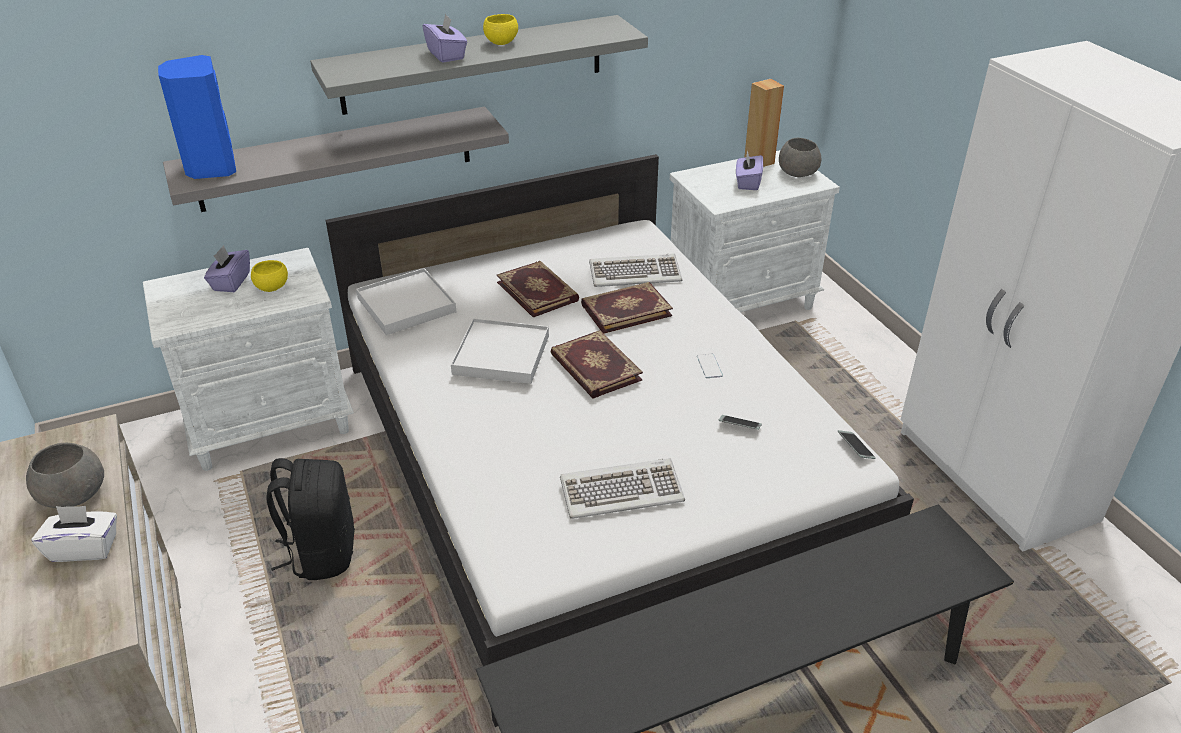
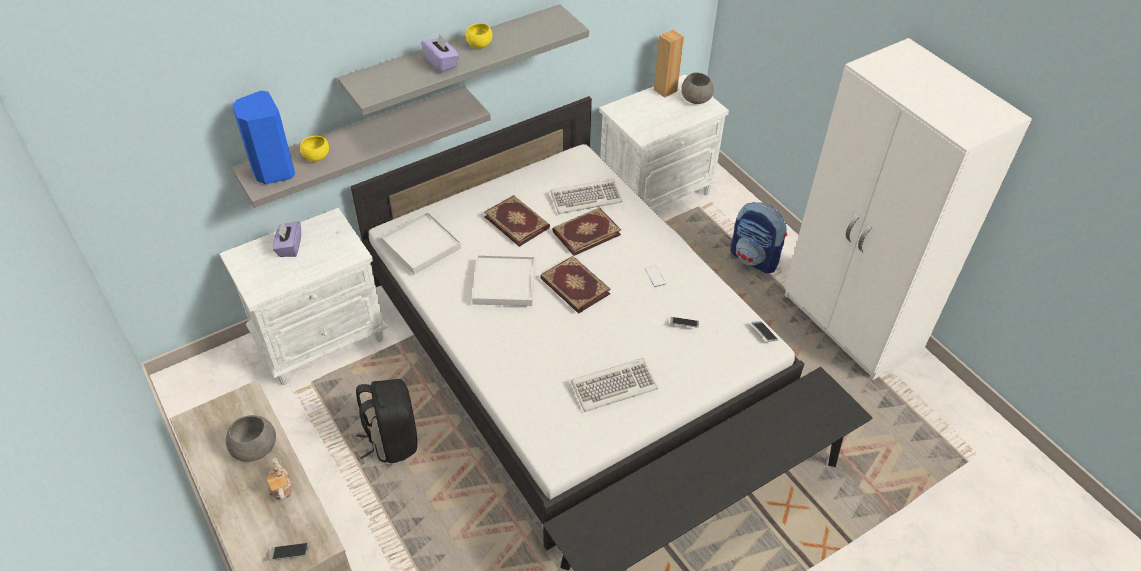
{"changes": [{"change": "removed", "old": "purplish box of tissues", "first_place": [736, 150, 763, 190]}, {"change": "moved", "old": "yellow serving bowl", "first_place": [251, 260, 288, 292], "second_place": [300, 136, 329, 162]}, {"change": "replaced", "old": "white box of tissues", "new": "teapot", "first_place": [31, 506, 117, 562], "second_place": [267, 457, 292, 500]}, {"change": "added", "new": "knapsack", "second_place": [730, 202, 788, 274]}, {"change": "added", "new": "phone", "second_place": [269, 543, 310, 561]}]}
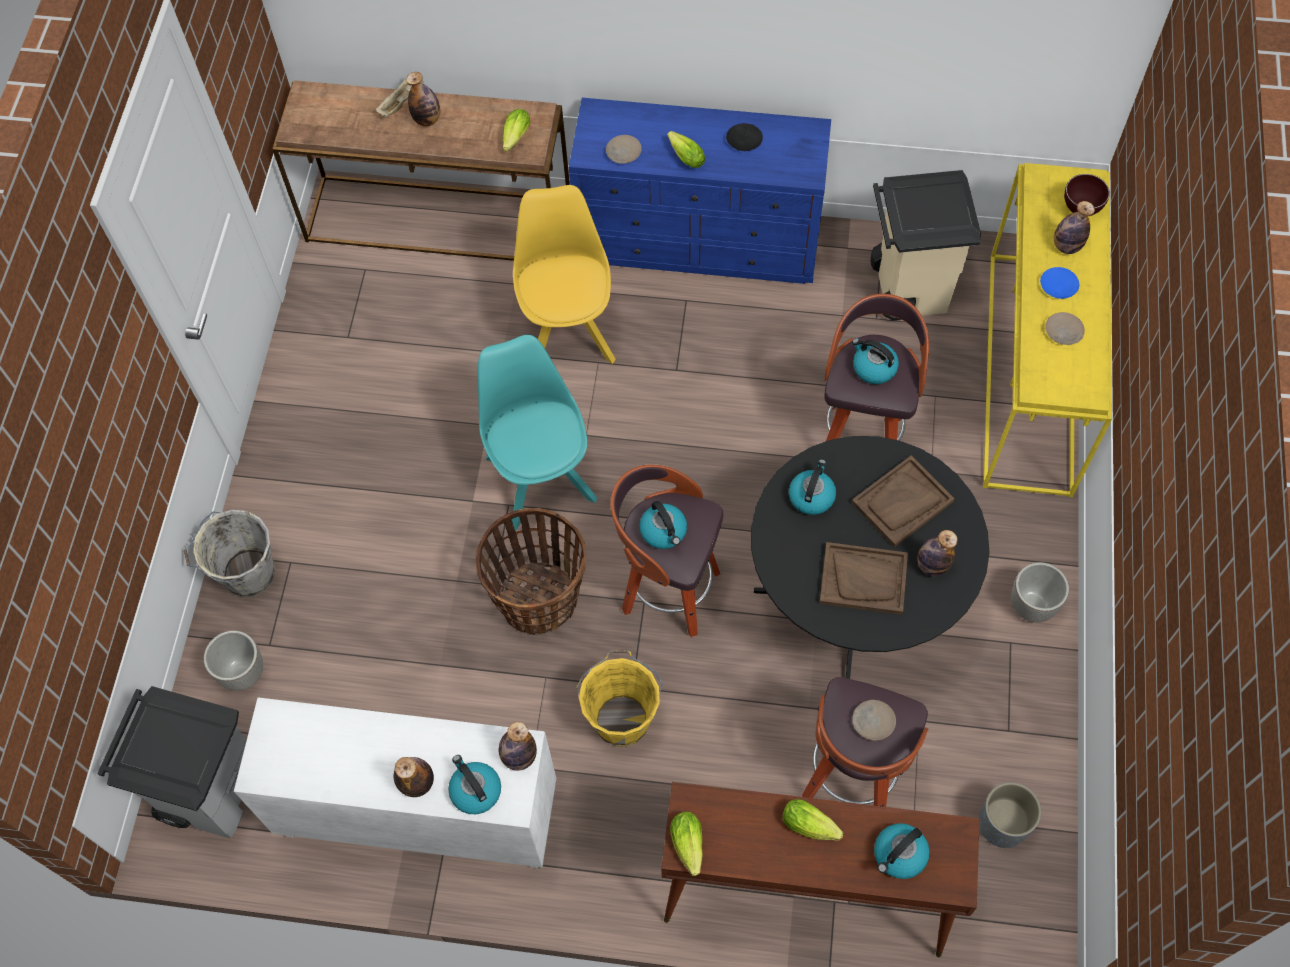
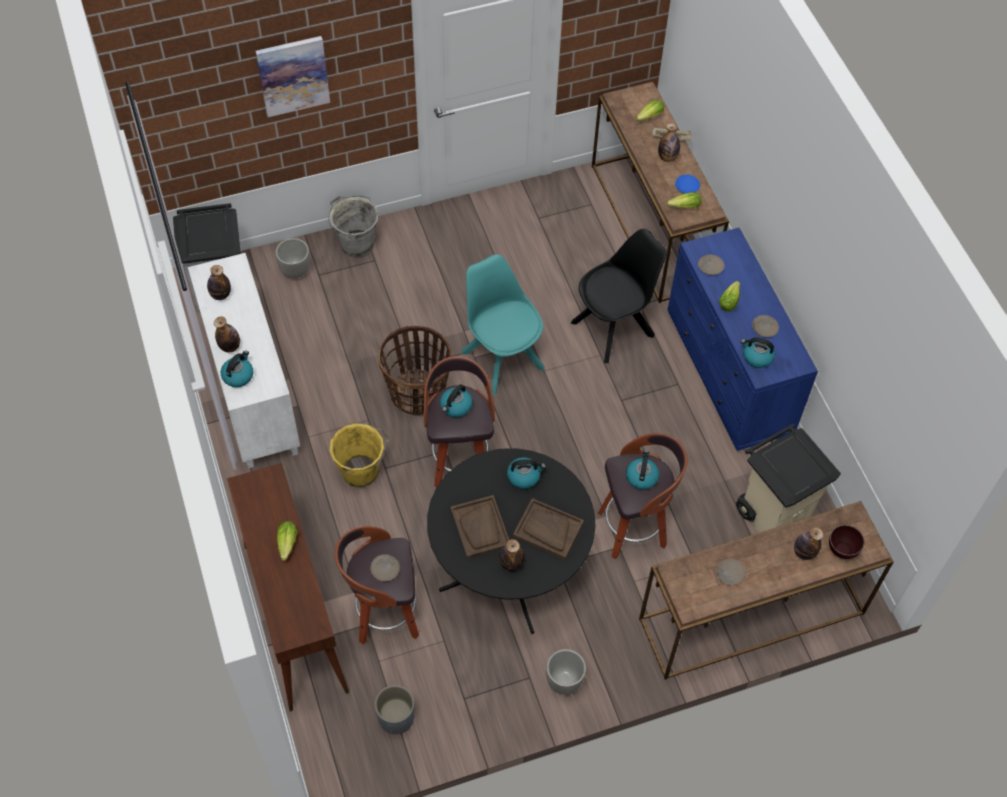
{"changes": [{"change": "recoloured", "old": "black-coloured plate", "new": "beige-coloured plate", "first_place": [726, 123, 763, 151], "second_place": [752, 315, 779, 337]}, {"change": "recoloured", "old": "yellow narrow table", "new": "brown narrow table", "first_place": [983, 163, 1112, 497], "second_place": [639, 501, 893, 680]}, {"change": "recoloured", "old": "yellow upright chair", "new": "black-coloured upright chair", "first_place": [513, 185, 616, 364], "second_place": [571, 229, 666, 363]}, {"change": "moved", "old": "blue-coloured plate", "first_place": [1040, 267, 1080, 299], "second_place": [675, 174, 700, 193]}, {"change": "turned", "old": "turquoise-coloured upright chair", "first_place": [478, 335, 597, 530], "second_place": [461, 254, 545, 396], "degrees": -75}, {"change": "moved", "old": "drink bottle", "first_place": [499, 722, 537, 771], "second_place": [207, 265, 231, 300]}, {"change": "moved", "old": "lettuce head", "first_place": [670, 812, 703, 876], "second_place": [636, 100, 664, 121]}, {"change": "moved", "old": "tea kettle", "first_place": [874, 823, 930, 879], "second_place": [741, 337, 775, 368]}, {"change": "added", "new": "picture", "second_place": [256, 36, 330, 117]}]}
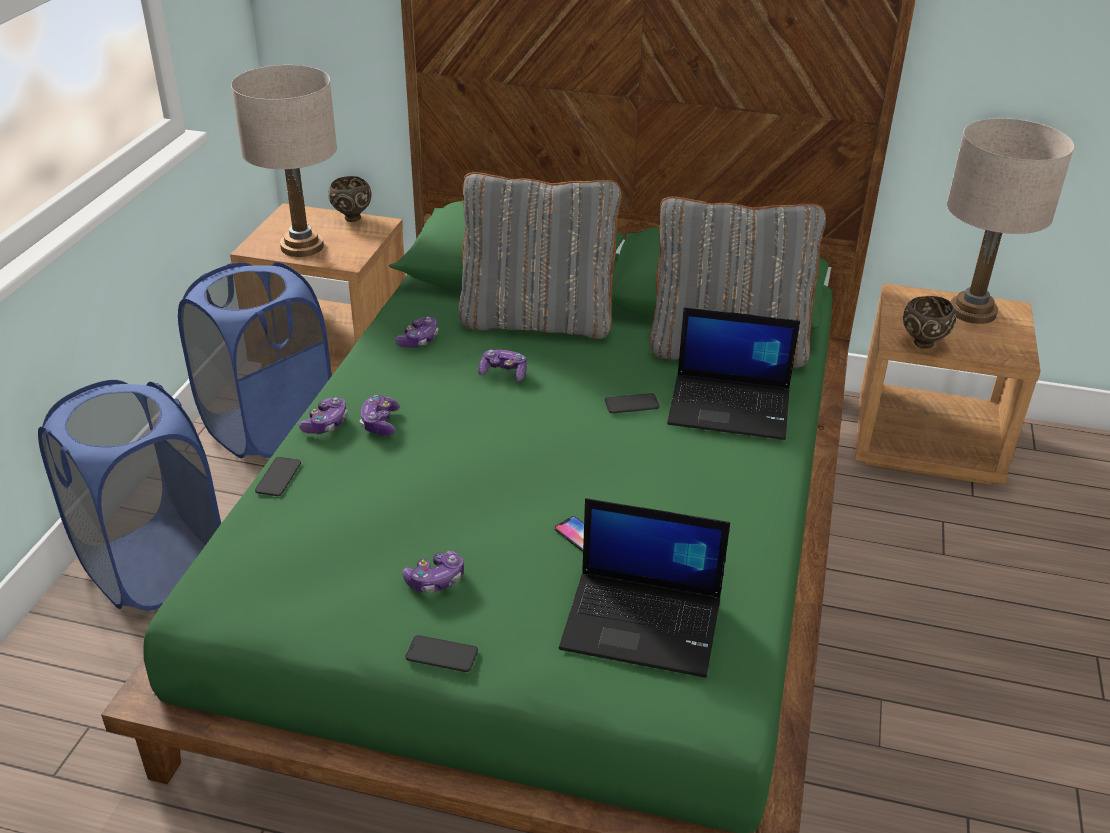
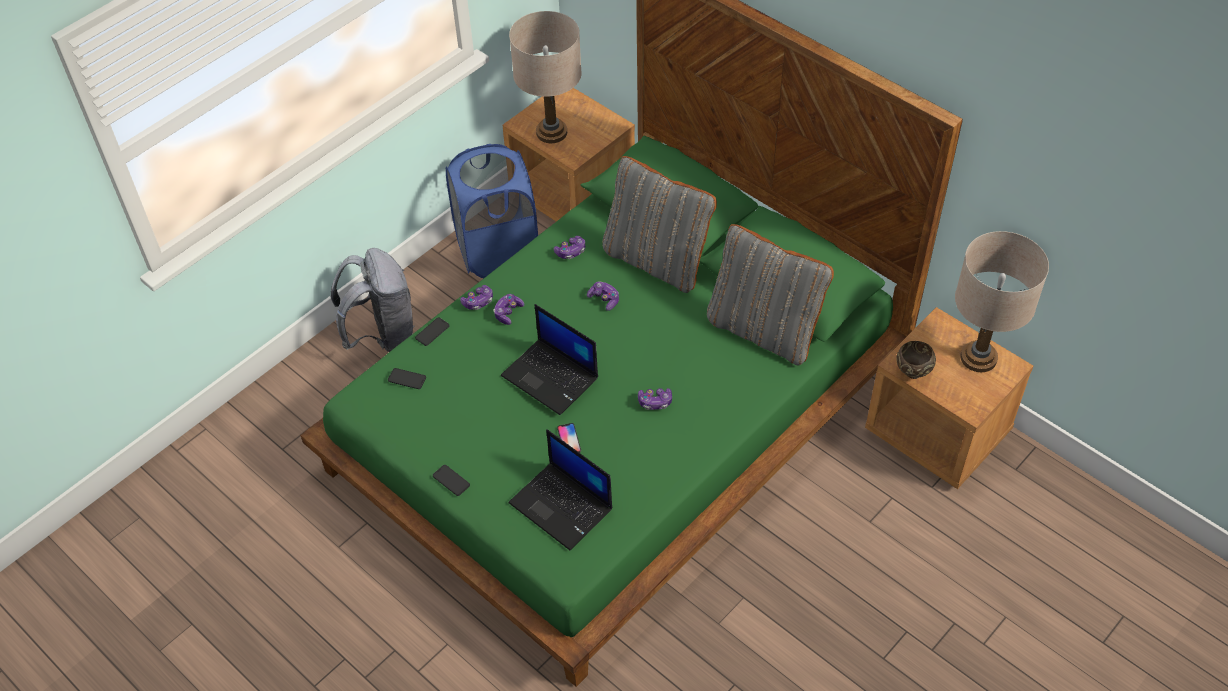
{"changes": [{"change": "removed", "old": "brown serving bowl", "first_place": [328, 176, 371, 222]}, {"change": "moved", "old": "portable computer", "first_place": [667, 307, 800, 440], "second_place": [501, 304, 598, 415]}, {"change": "replaced", "old": "blue-coloured laundry basket", "new": "greyish knapsack", "first_place": [38, 380, 221, 611], "second_place": [331, 248, 415, 352]}, {"change": "moved", "old": "phone", "first_place": [605, 393, 660, 413], "second_place": [388, 368, 426, 389]}, {"change": "moved", "old": "joypad", "first_place": [402, 551, 464, 593], "second_place": [638, 388, 672, 410]}]}
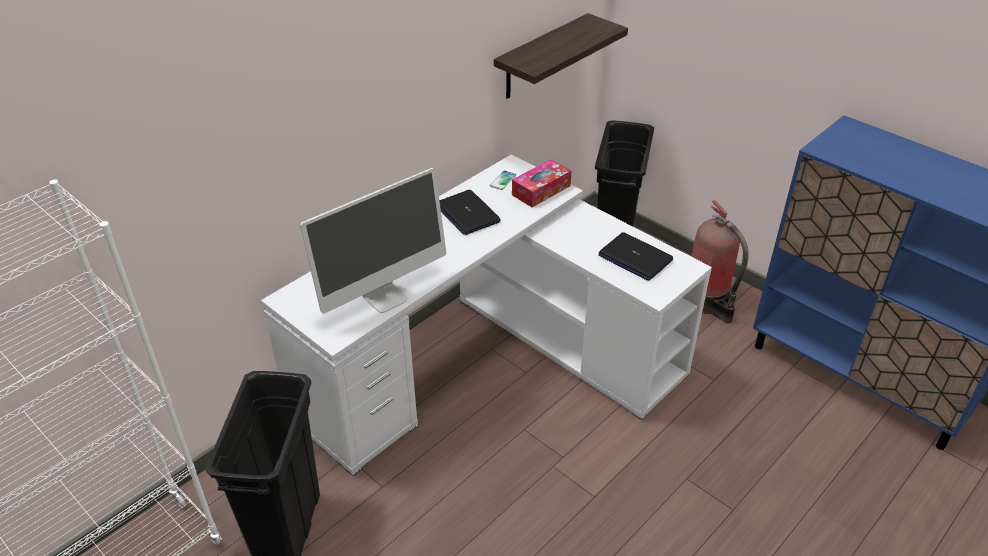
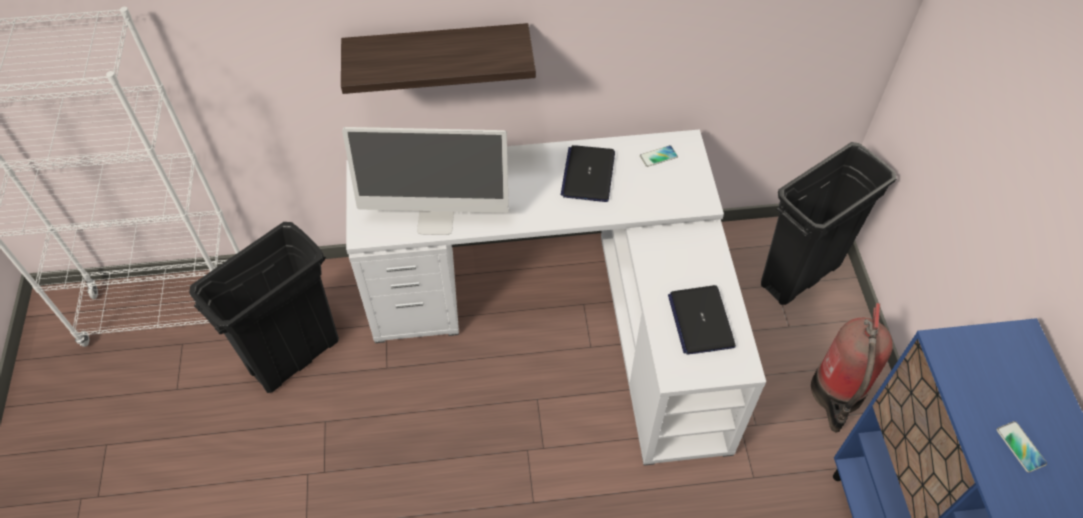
{"changes": [{"change": "moved", "old": "wall shelf", "first_place": [494, 13, 628, 99], "second_place": [341, 23, 536, 94]}, {"change": "removed", "old": "box of tissues", "first_place": [512, 159, 571, 207]}, {"change": "added", "new": "phone", "second_place": [997, 421, 1047, 473]}]}
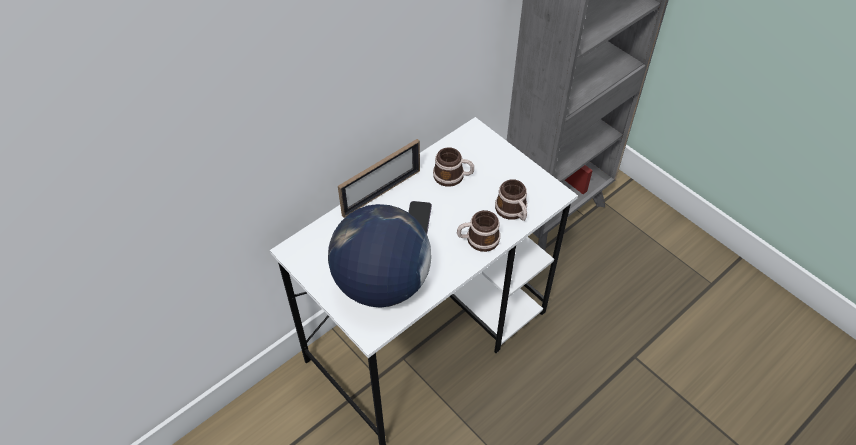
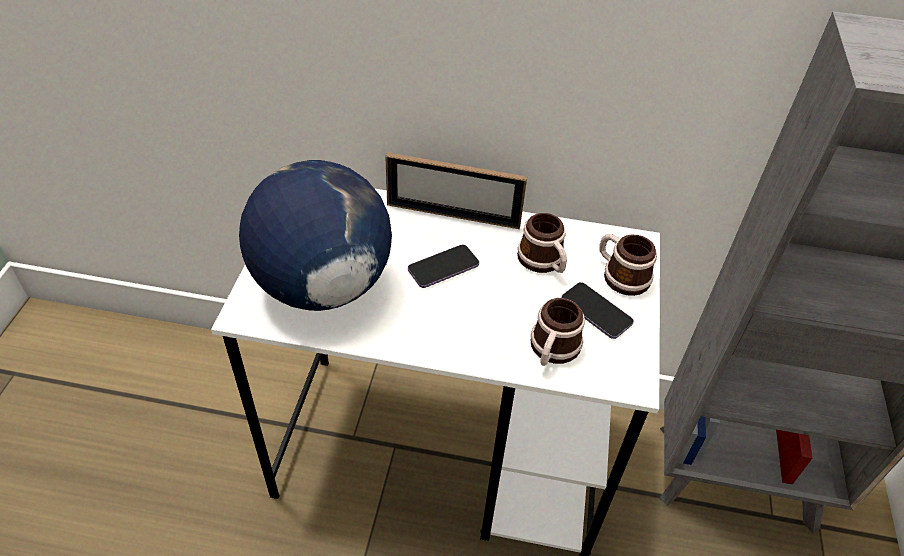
{"changes": [{"change": "moved", "old": "coffee mug", "first_place": [457, 210, 500, 252], "second_place": [599, 234, 657, 296]}, {"change": "added", "new": "phone", "second_place": [561, 282, 634, 339]}]}
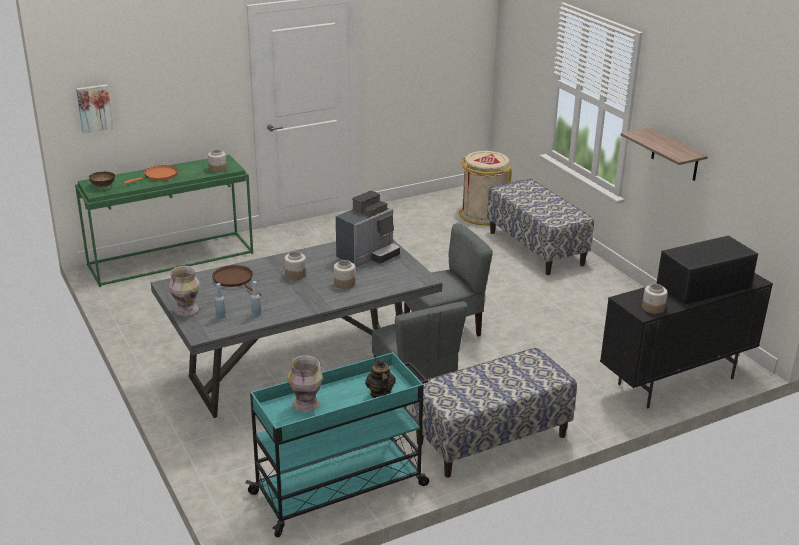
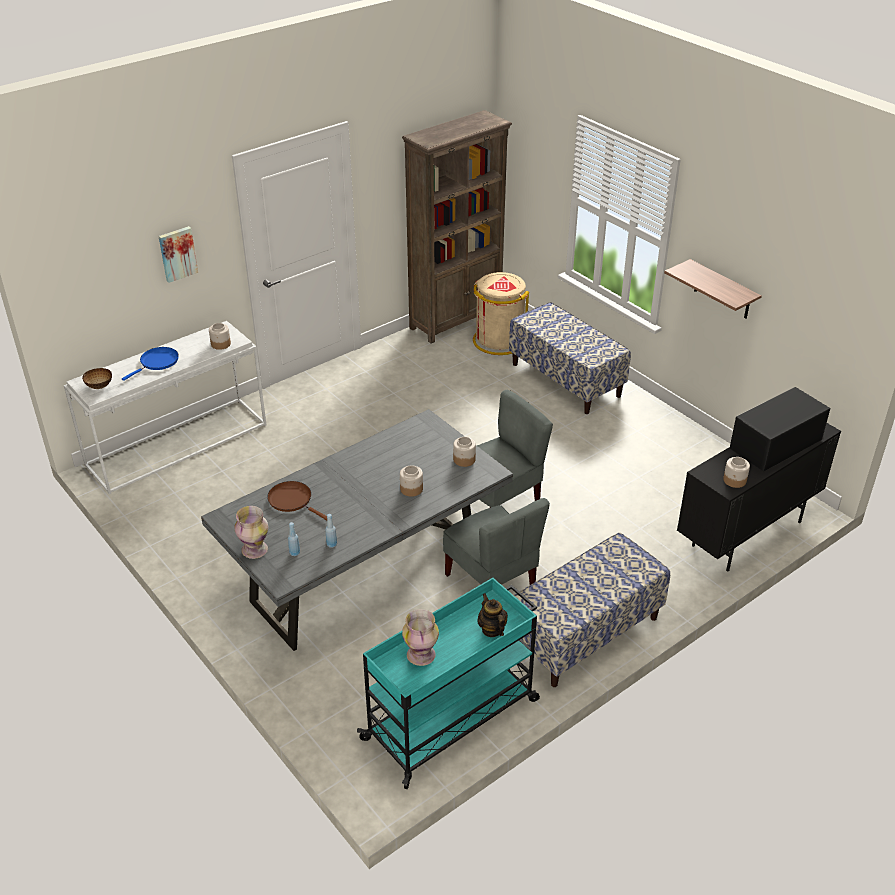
{"changes": [{"change": "moved", "old": "picture", "first_place": [76, 84, 113, 133], "second_place": [159, 226, 198, 283]}, {"change": "recoloured", "old": "green narrow table", "new": "white narrow table", "first_place": [75, 155, 253, 287], "second_place": [64, 321, 266, 495]}, {"change": "recoloured", "old": "orangey pan", "new": "blue-coloured pan", "first_place": [123, 165, 178, 184], "second_place": [122, 347, 179, 381]}, {"change": "removed", "old": "coffee maker", "first_place": [336, 191, 400, 267]}, {"change": "moved", "old": "preserve jar", "first_place": [284, 252, 306, 280], "second_place": [453, 437, 476, 467]}, {"change": "added", "new": "brown bookcase", "second_place": [402, 110, 512, 343]}]}
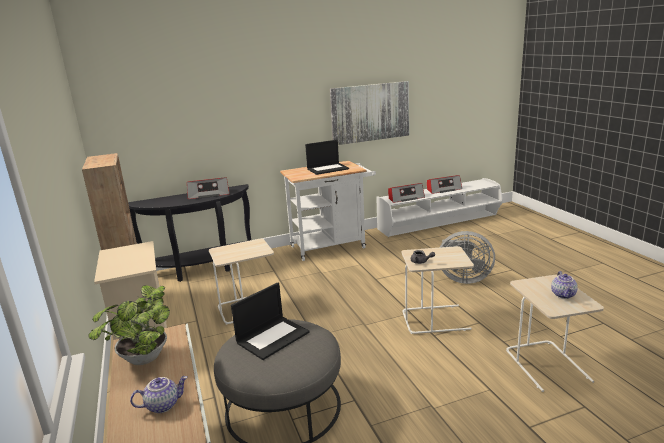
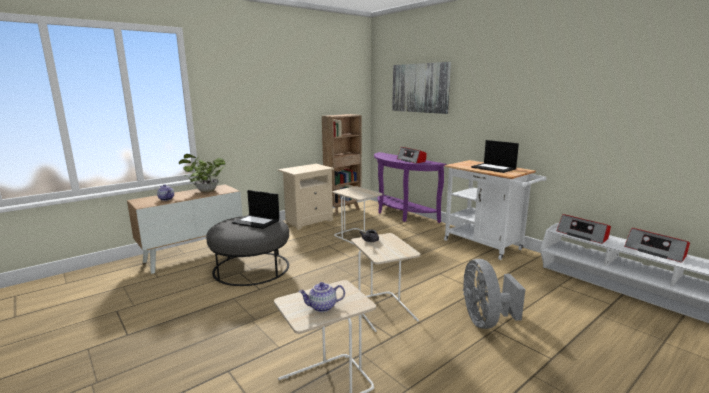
{"changes": [{"change": "moved", "old": "picture", "first_place": [330, 81, 409, 145], "second_place": [392, 62, 451, 114]}, {"change": "recoloured", "old": "black-coloured narrow table", "new": "purplish narrow table", "first_place": [128, 184, 251, 282], "second_place": [374, 152, 447, 223]}]}
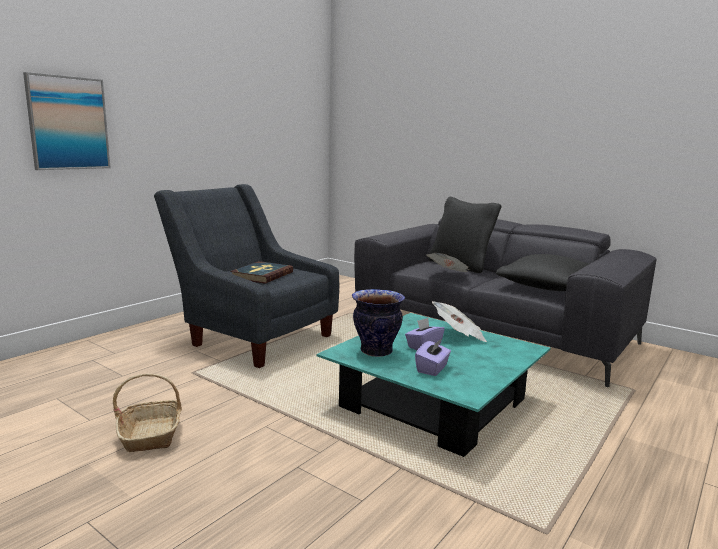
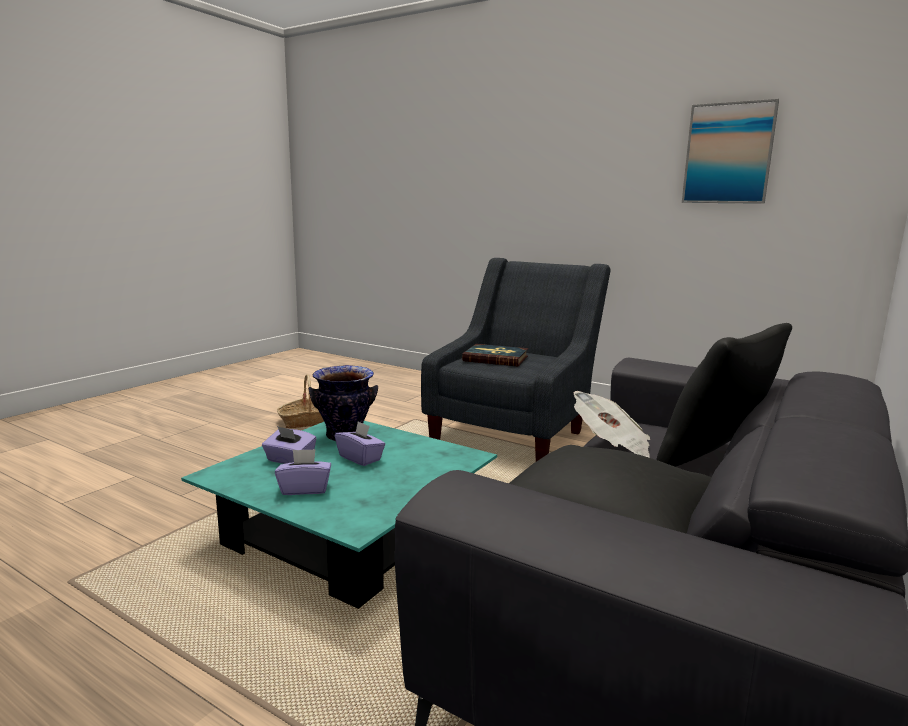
{"changes": [{"change": "moved", "old": "picture", "first_place": [23, 72, 111, 170], "second_place": [682, 99, 779, 204]}, {"change": "removed", "old": "printed paper", "first_place": [432, 301, 487, 342]}, {"change": "added", "new": "purplish box of tissues", "second_place": [275, 449, 331, 495]}]}
